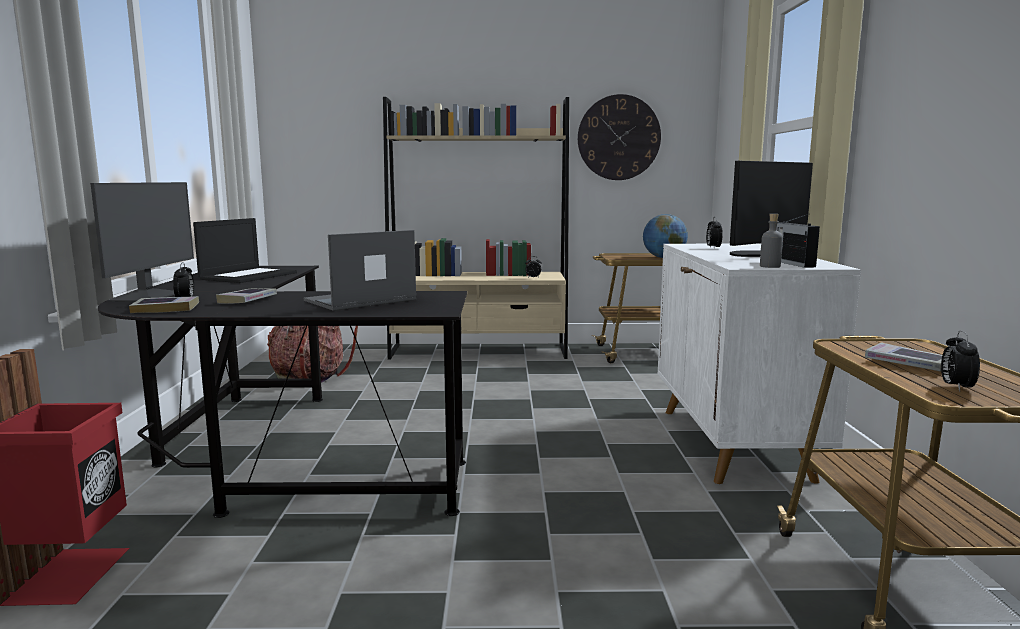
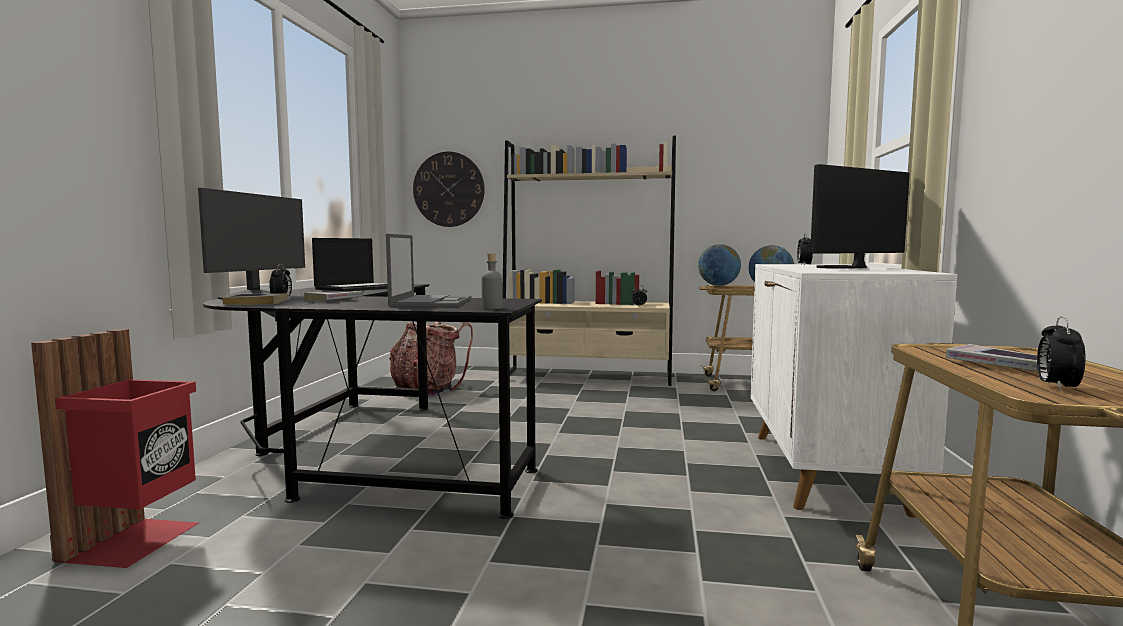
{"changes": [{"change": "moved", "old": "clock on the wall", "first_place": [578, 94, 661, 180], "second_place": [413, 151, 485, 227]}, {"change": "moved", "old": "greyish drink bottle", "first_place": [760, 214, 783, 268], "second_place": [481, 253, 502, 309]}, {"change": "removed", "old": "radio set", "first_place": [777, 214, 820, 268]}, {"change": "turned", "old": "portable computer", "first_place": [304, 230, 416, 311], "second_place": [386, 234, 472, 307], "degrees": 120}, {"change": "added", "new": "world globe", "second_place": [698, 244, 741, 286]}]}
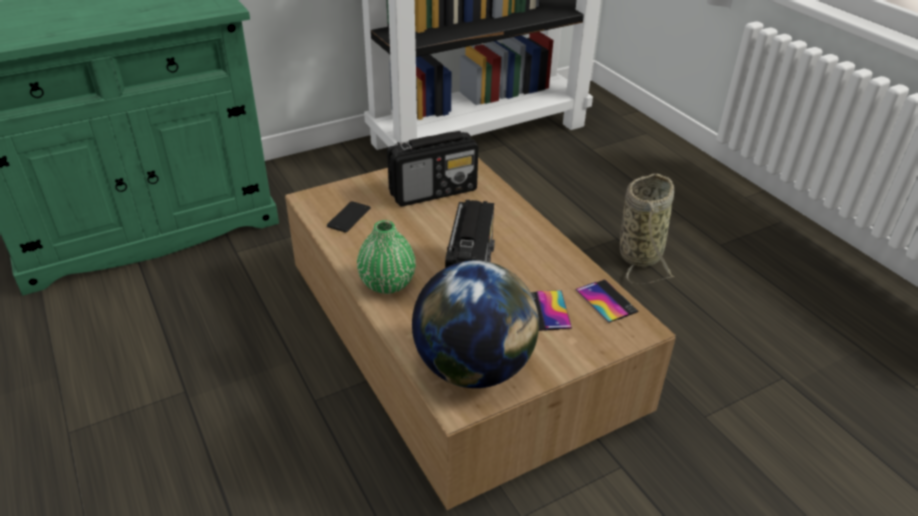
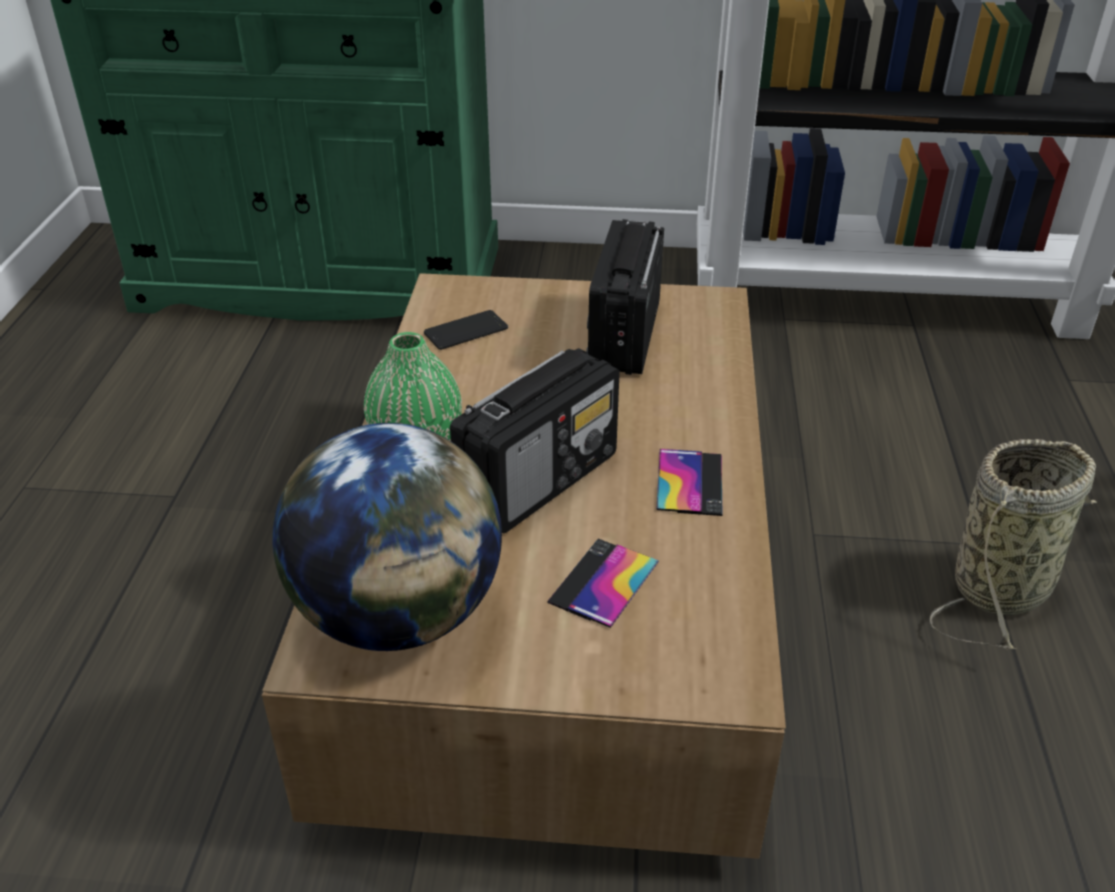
{"changes": [{"change": "turned", "old": "radio set", "first_place": [387, 131, 478, 207], "second_place": [586, 219, 664, 375], "degrees": 90}, {"change": "moved", "old": "phone", "first_place": [575, 279, 639, 323], "second_place": [656, 449, 723, 516]}]}
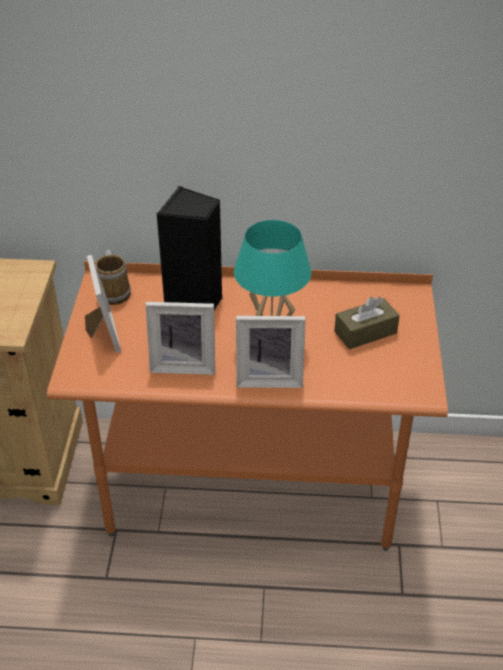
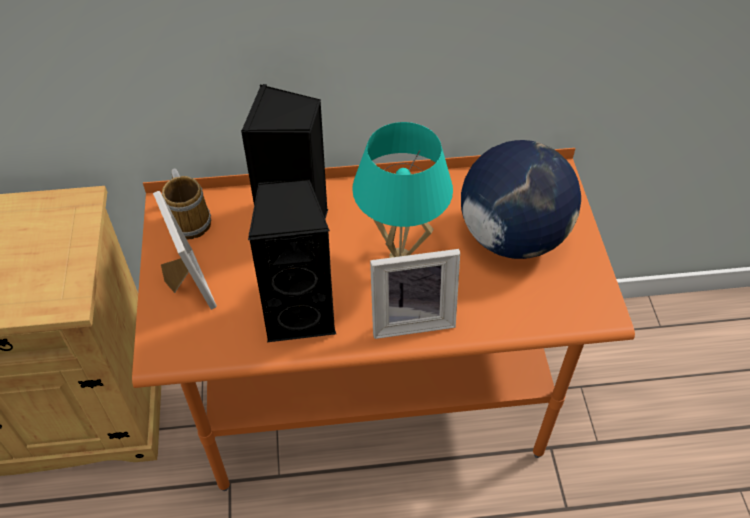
{"changes": [{"change": "replaced", "old": "brown box of tissues", "new": "world globe", "first_place": [334, 296, 400, 349], "second_place": [461, 140, 581, 259]}, {"change": "replaced", "old": "standing frame", "new": "black-coloured speaker", "first_place": [145, 302, 215, 375], "second_place": [248, 178, 336, 342]}]}
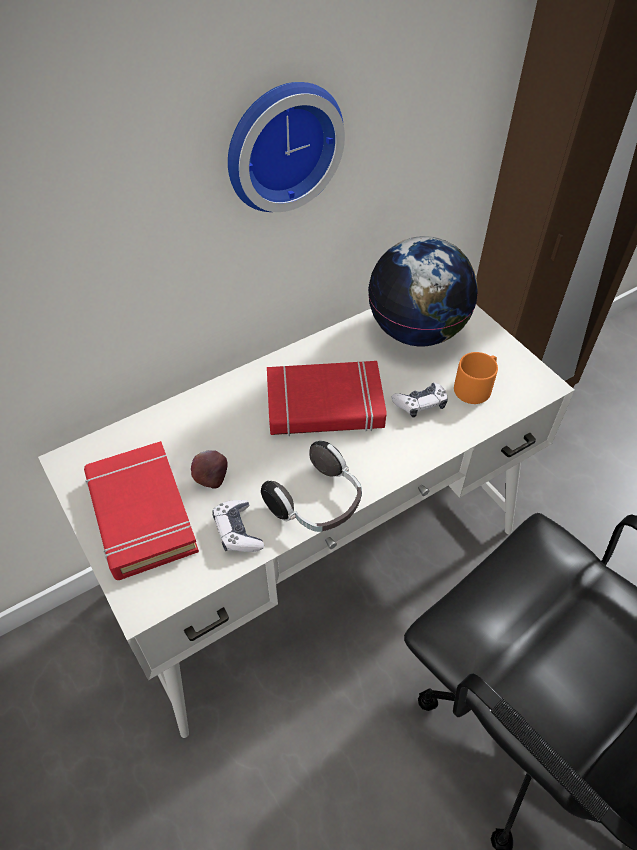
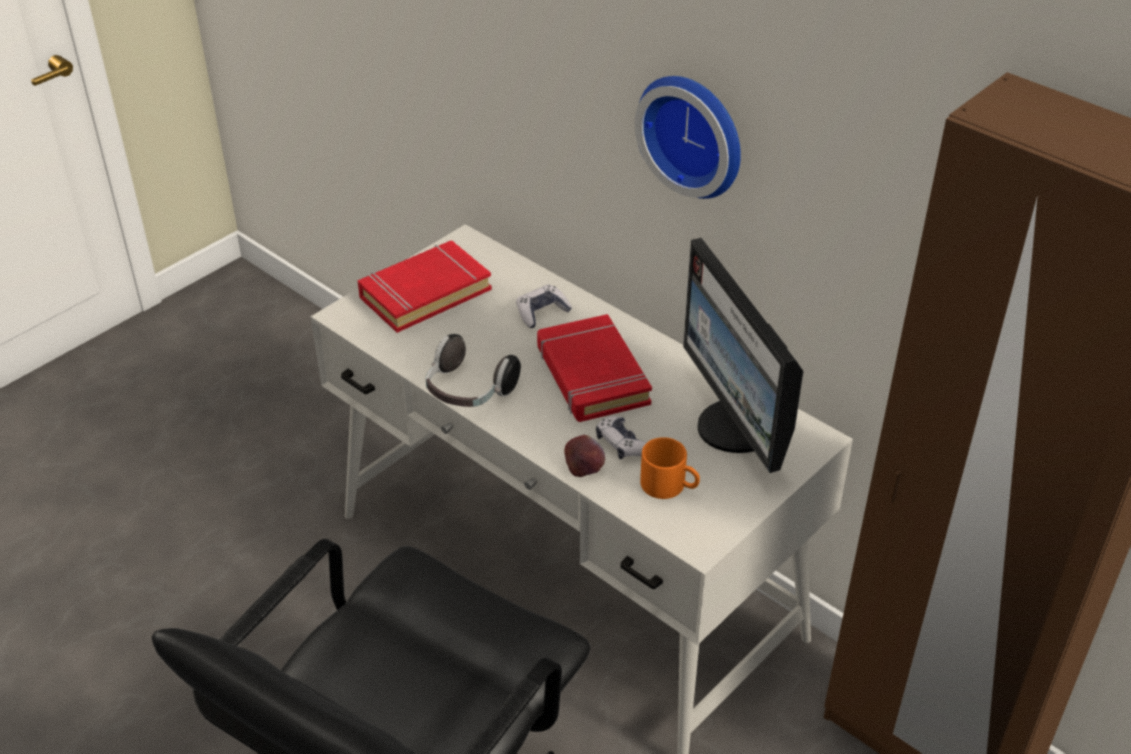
{"changes": [{"change": "replaced", "old": "world globe", "new": "computer screen", "first_place": [368, 236, 478, 346], "second_place": [683, 238, 804, 473]}, {"change": "moved", "old": "apple fruit", "first_place": [191, 450, 228, 489], "second_place": [564, 435, 605, 477]}, {"change": "moved", "old": "joypad", "first_place": [212, 500, 264, 552], "second_place": [516, 284, 572, 328]}]}
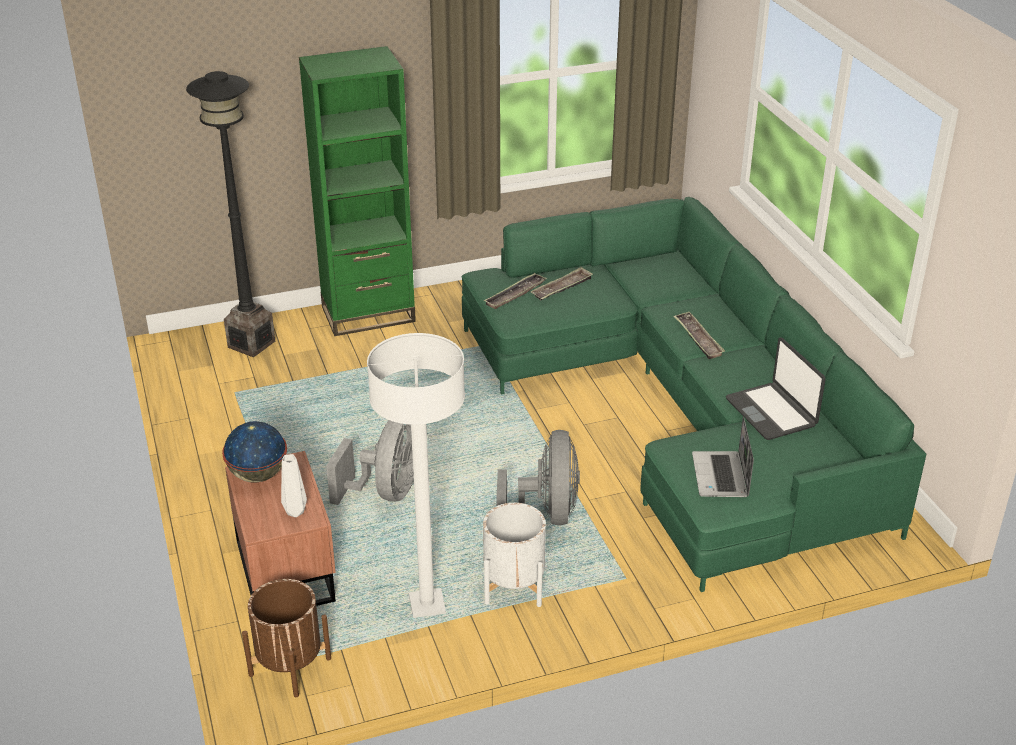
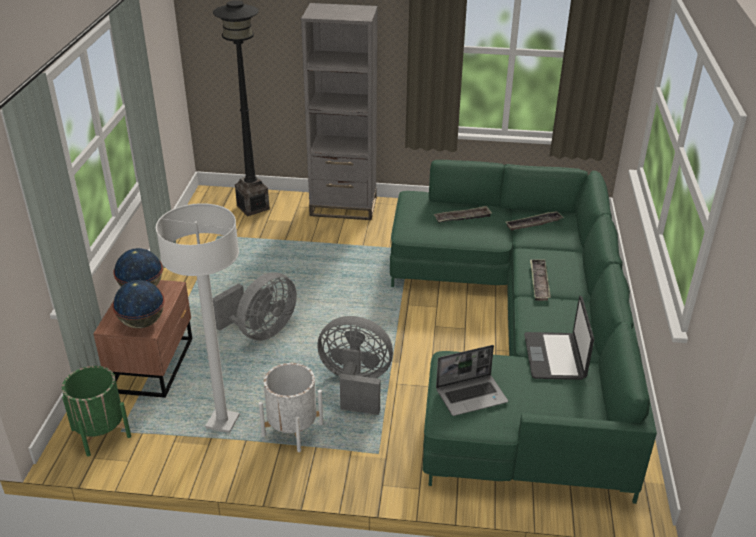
{"changes": [{"change": "recoloured", "old": "green bookcase", "new": "greyish bookcase", "first_place": [299, 46, 416, 336], "second_place": [301, 3, 378, 220]}, {"change": "moved", "old": "serving tray", "first_place": [484, 273, 547, 309], "second_place": [506, 211, 564, 231]}, {"change": "turned", "old": "portable computer", "first_place": [692, 416, 754, 497], "second_place": [436, 345, 508, 416], "degrees": -135}, {"change": "turned", "old": "greyish fan", "first_place": [496, 430, 580, 525], "second_place": [317, 316, 393, 415], "degrees": -105}, {"change": "replaced", "old": "white flower vase", "new": "world globe", "first_place": [281, 454, 307, 517], "second_place": [112, 280, 165, 328]}, {"change": "recoloured", "old": "brown flower pot", "new": "green flower pot", "first_place": [242, 579, 331, 697], "second_place": [62, 366, 131, 456]}]}
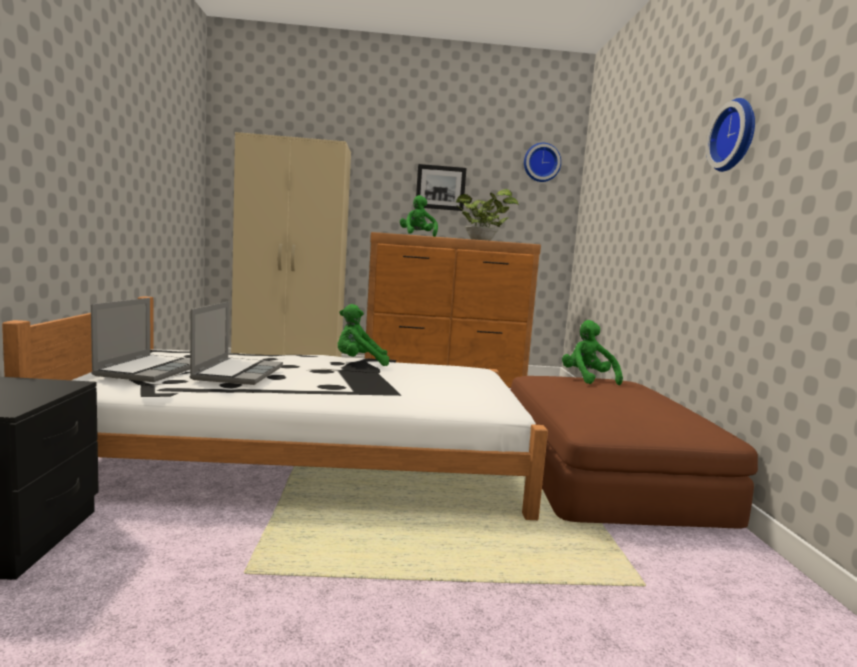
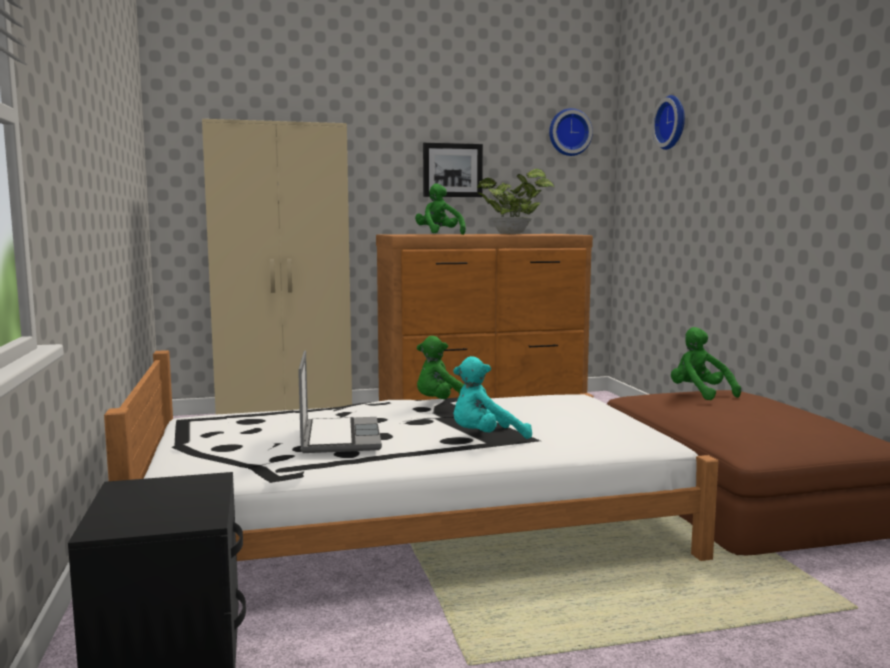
{"changes": [{"change": "moved", "old": "clock on the wall", "first_place": [706, 98, 755, 172], "second_place": [652, 95, 685, 150]}, {"change": "removed", "old": "portable computer", "first_place": [91, 298, 190, 382]}, {"change": "added", "new": "turquoise-coloured plush toy", "second_place": [453, 356, 532, 439]}]}
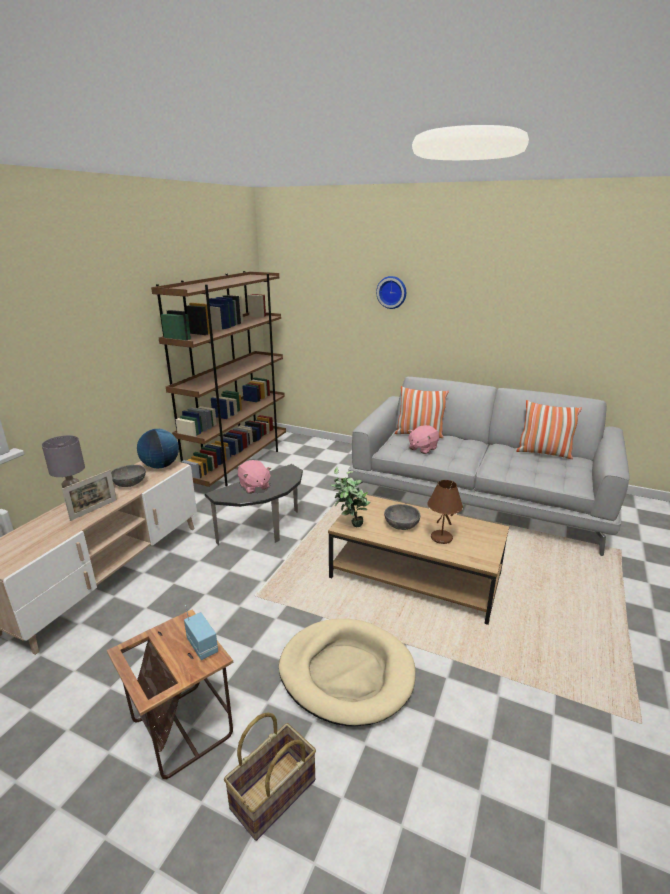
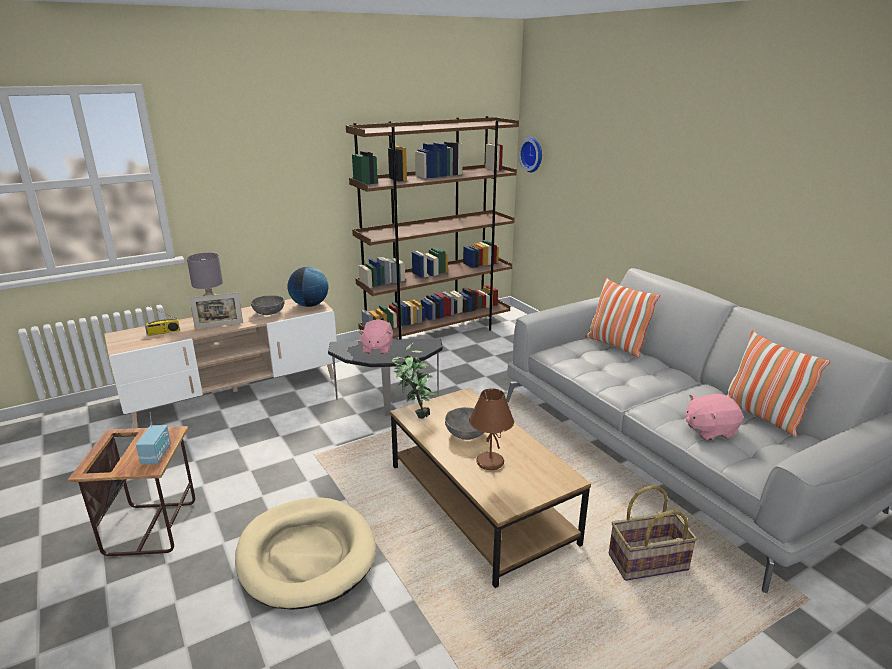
{"changes": [{"change": "moved", "old": "clock on the wall", "first_place": [376, 276, 406, 309], "second_place": [519, 137, 542, 172]}, {"change": "moved", "old": "pinkish plush toy", "first_place": [408, 425, 439, 454], "second_place": [686, 394, 743, 441]}, {"change": "moved", "old": "household basket", "first_place": [224, 712, 316, 841], "second_place": [609, 485, 697, 581]}, {"change": "added", "new": "radio set", "second_place": [145, 307, 180, 336]}]}
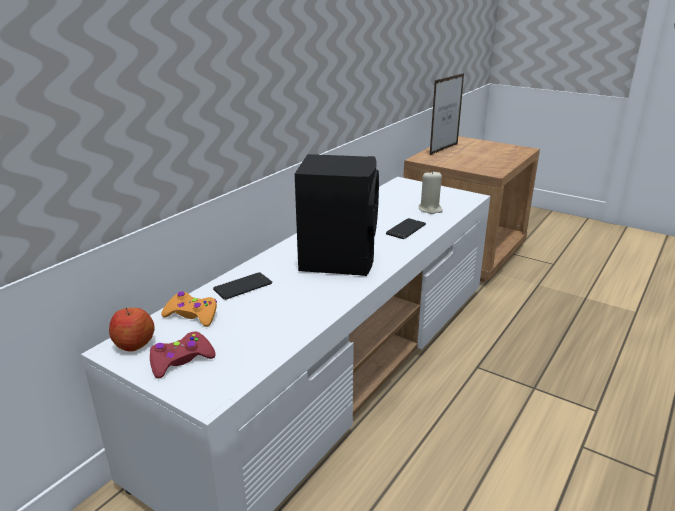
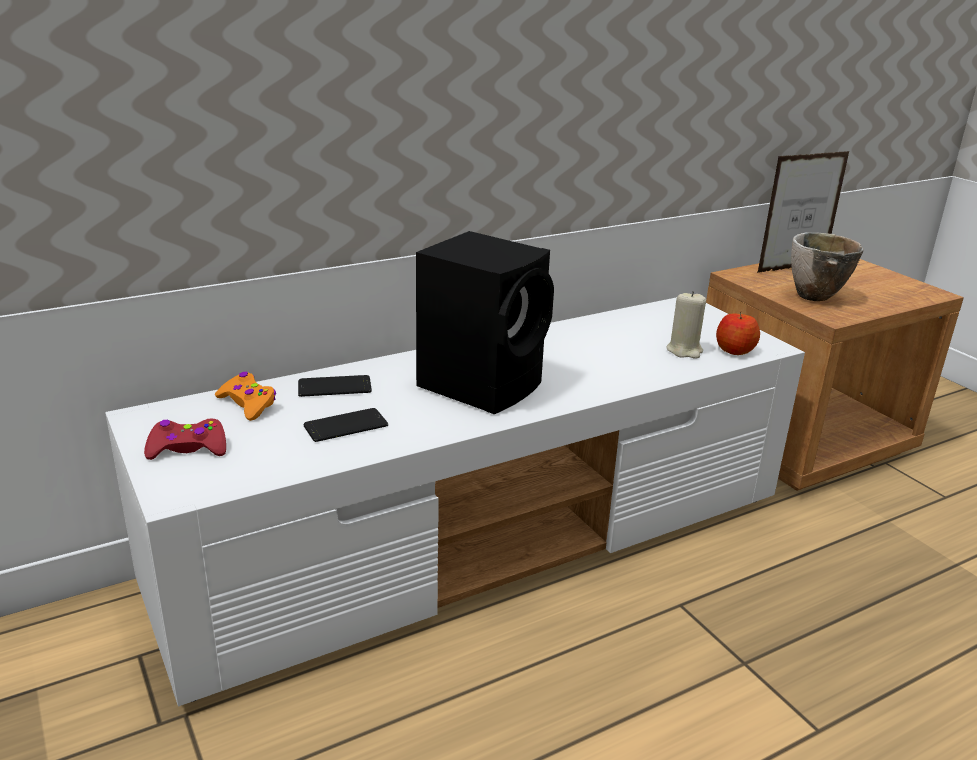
{"changes": [{"change": "moved", "old": "phone", "first_place": [386, 218, 426, 239], "second_place": [304, 408, 388, 442]}, {"change": "moved", "old": "apple fruit", "first_place": [109, 307, 155, 352], "second_place": [716, 311, 760, 355]}, {"change": "added", "new": "serving bowl", "second_place": [791, 232, 864, 301]}]}
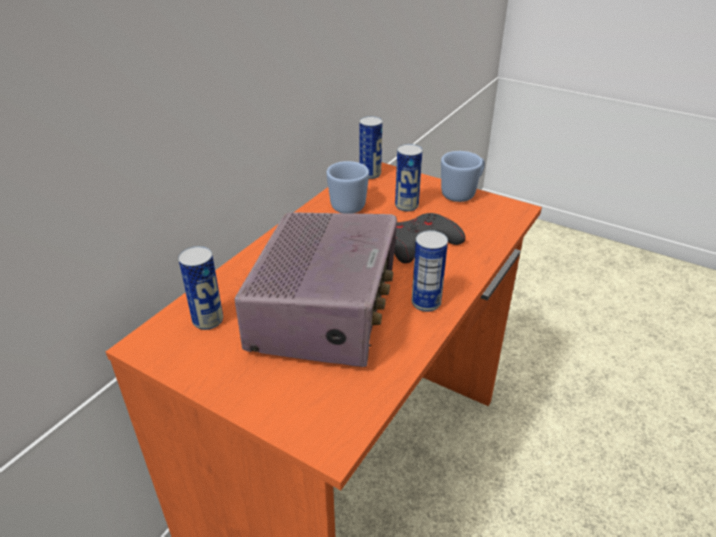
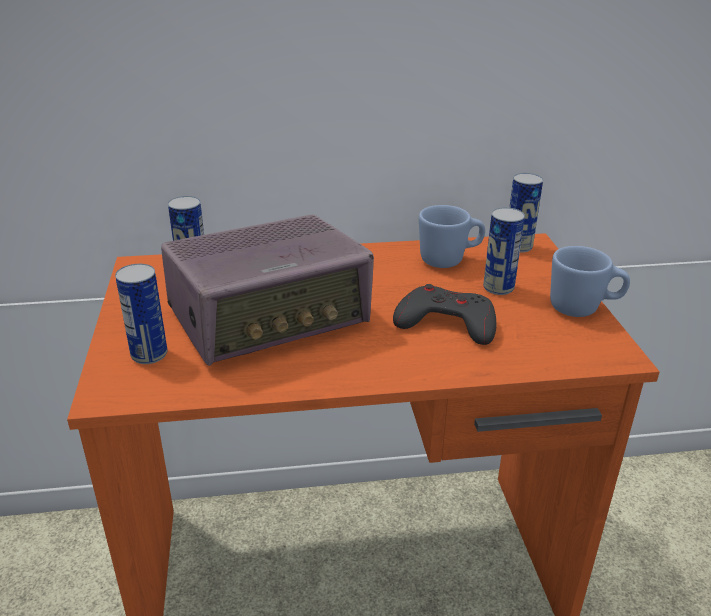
{"changes": [{"change": "moved", "old": "sealed can", "first_place": [412, 230, 448, 312], "second_place": [115, 264, 167, 364]}]}
